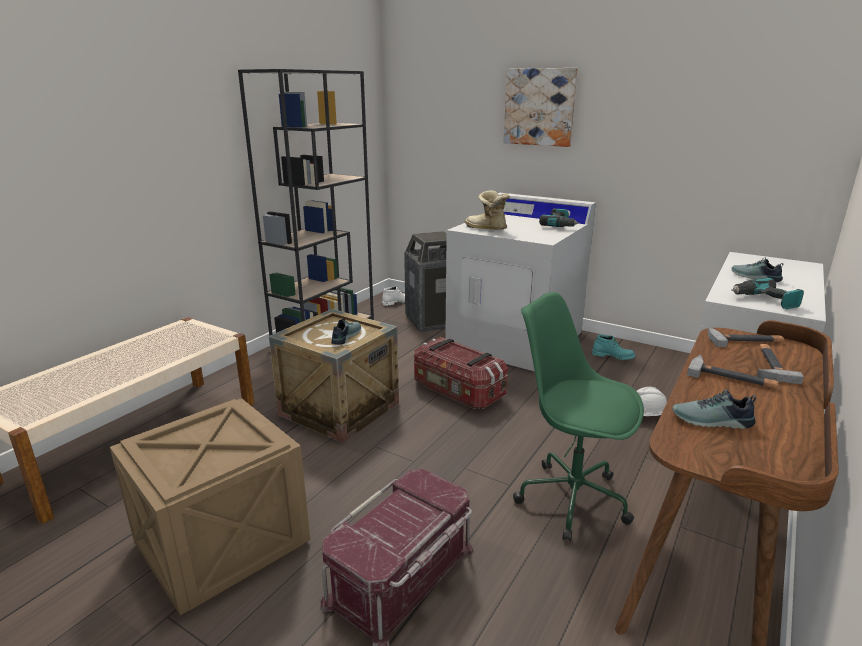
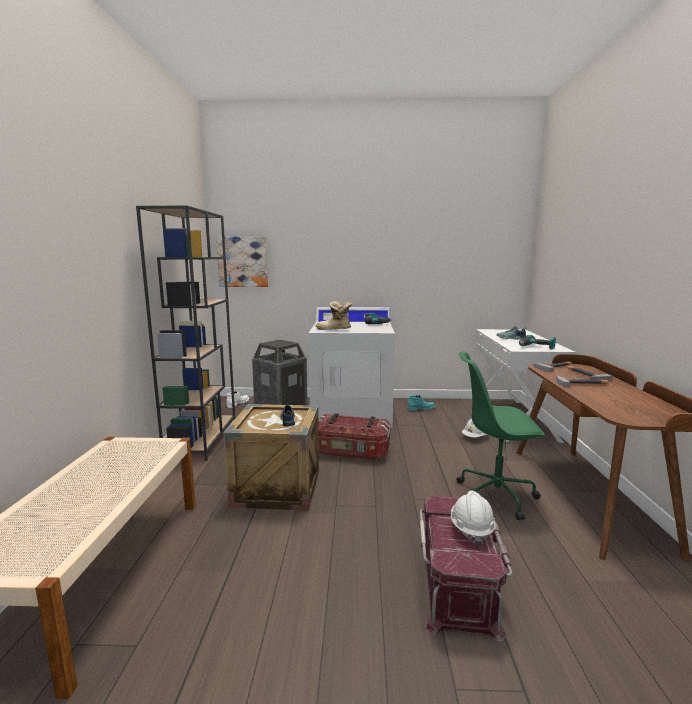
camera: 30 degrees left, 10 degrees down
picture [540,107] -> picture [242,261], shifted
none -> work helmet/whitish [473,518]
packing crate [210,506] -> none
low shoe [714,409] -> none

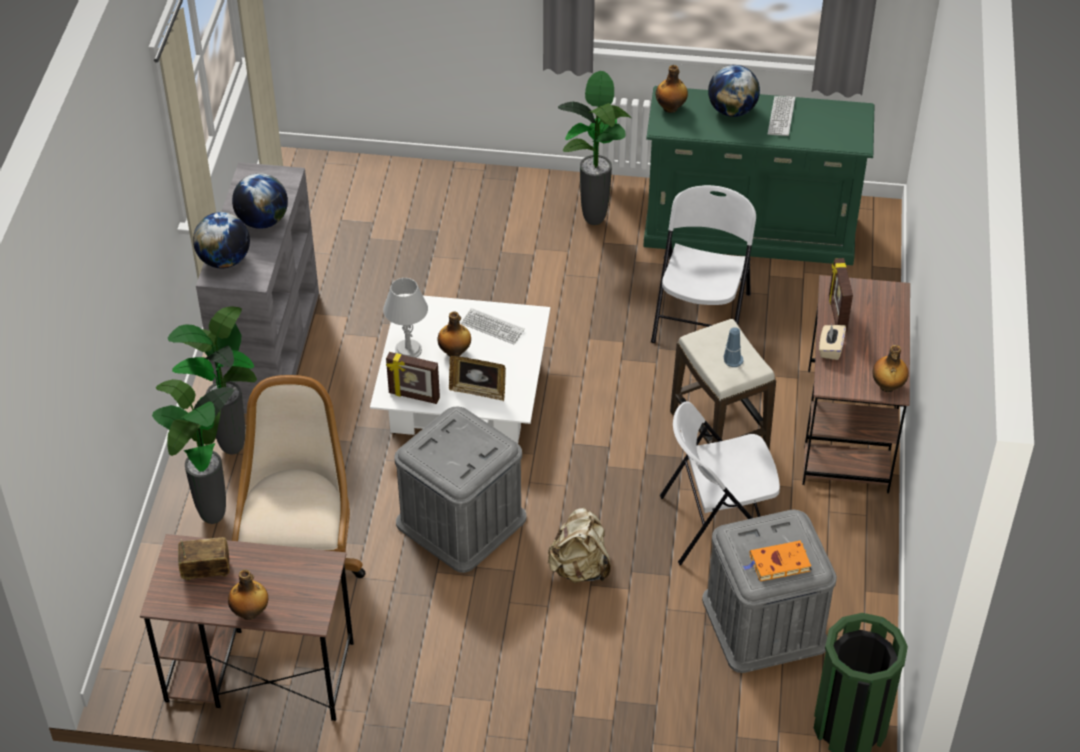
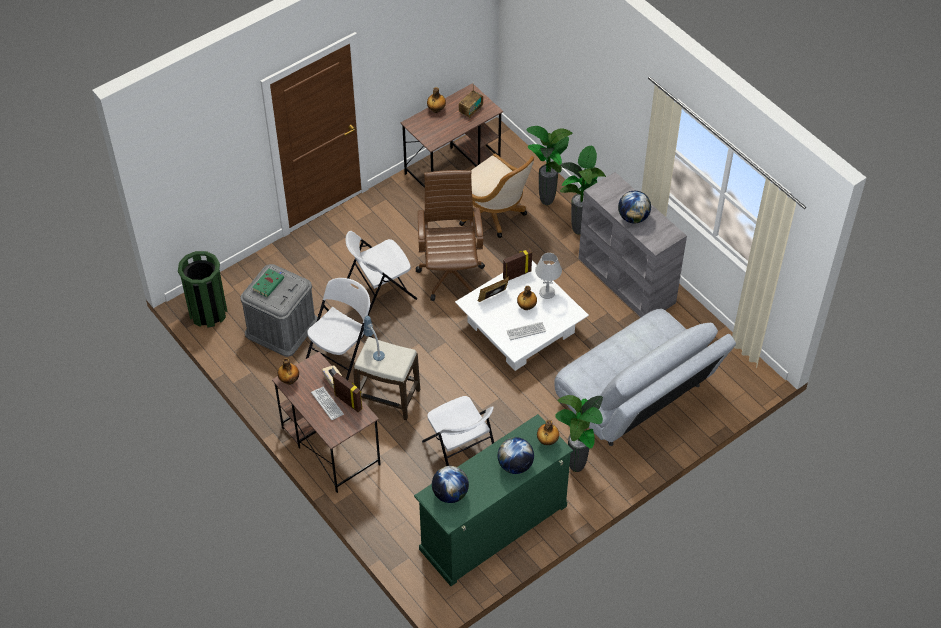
camera: 135 degrees right, 5 degrees up
volume/orange [777,560] -> volume/green [268,283]
computer keyboard [781,116] -> computer keyboard [327,403], shifted
rucksack/sand-coloured [579,545] -> chair/whitish [381,273]
storage box/grey [460,490] -> office chair/brown-coloured [450,235]
desk globe [221,240] -> desk globe [450,484], shifted
none -> settee/grey [645,377]

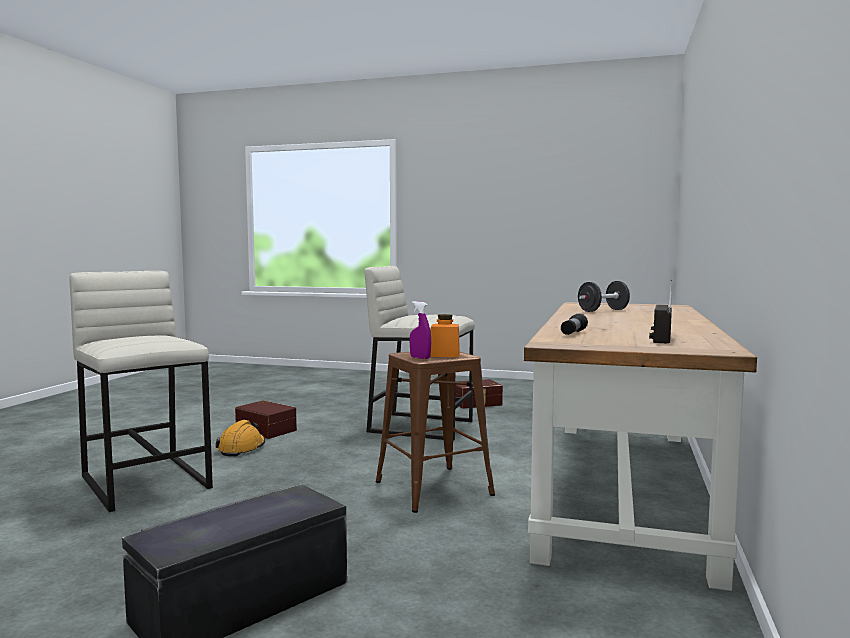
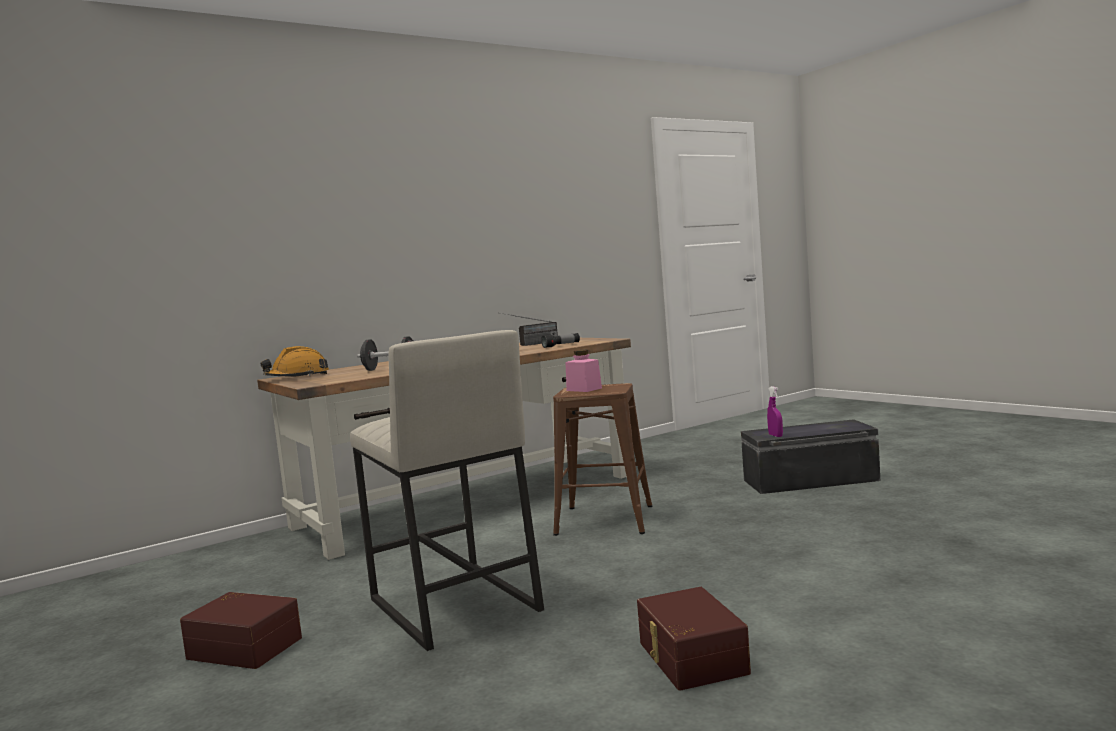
camera: 140 degrees left, 0 degrees up
work helmet/orange [240,438] -> work helmet/orange [294,361], shifted
storage jar/orange [445,335] -> storage jar/pink [583,371]
sprayer/purple-coloured [420,330] -> sprayer/purple-coloured [775,411], shifted
stool seat/sand-coloured [141,391] -> none

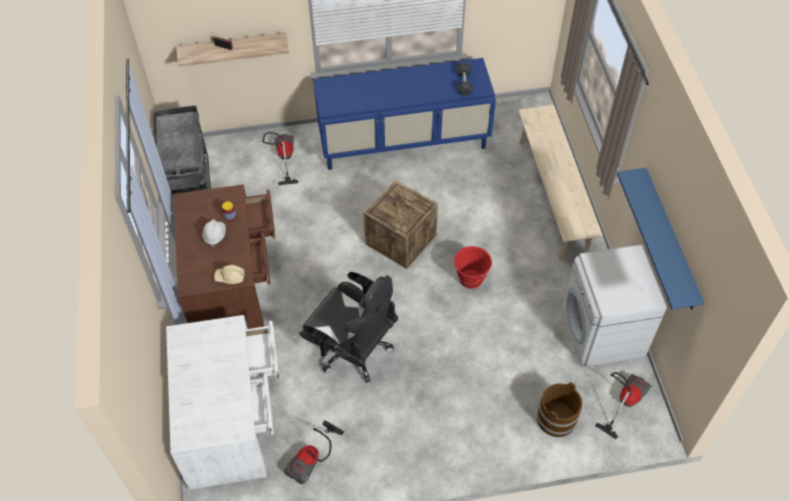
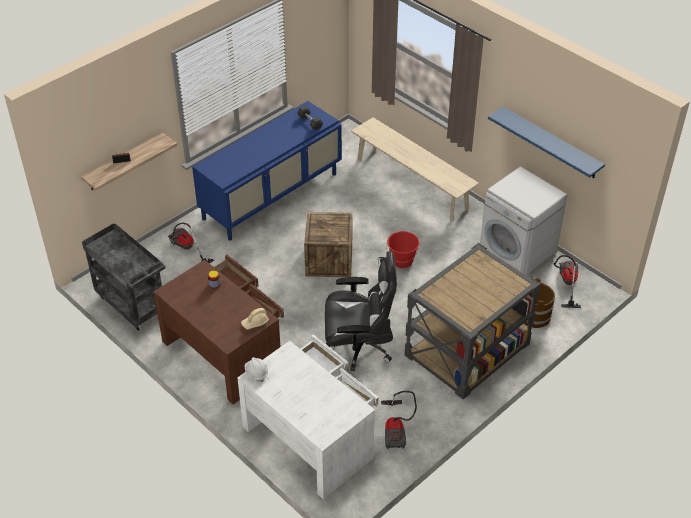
camera: 35 degrees left, 10 degrees down
work helmet/whitish [214,233] -> work helmet/whitish [256,369], shifted
none -> shelving unit [472,321]

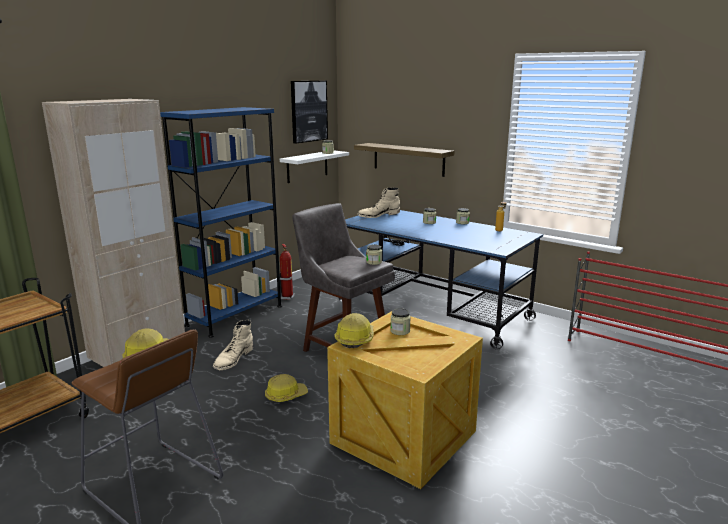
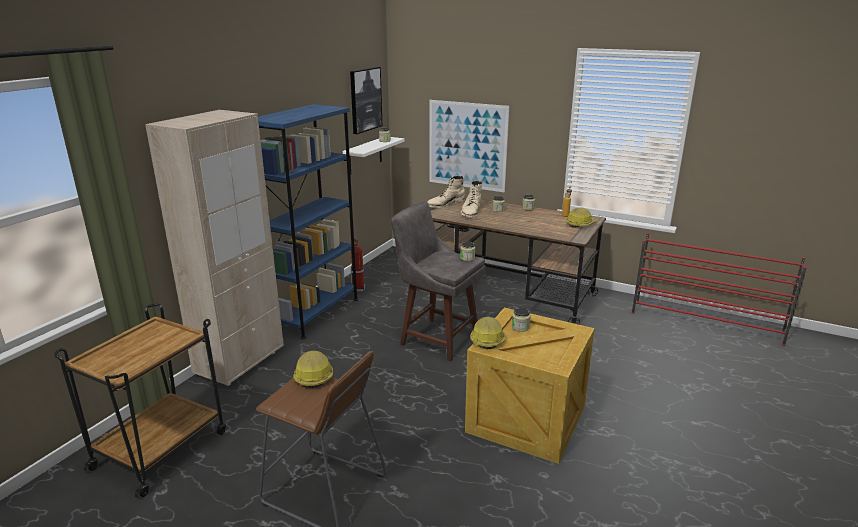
camera: 10 degrees left, 5 degrees up
desk/blue-coloured [441,280] -> desk/brown-coloured [511,261]
shelf [404,160] -> picture [469,146]
high-top boot/sand-coloured [233,345] -> high-top boot/sand-coloured [472,199], shifted
work helmet [286,388] -> work helmet [581,218], shifted

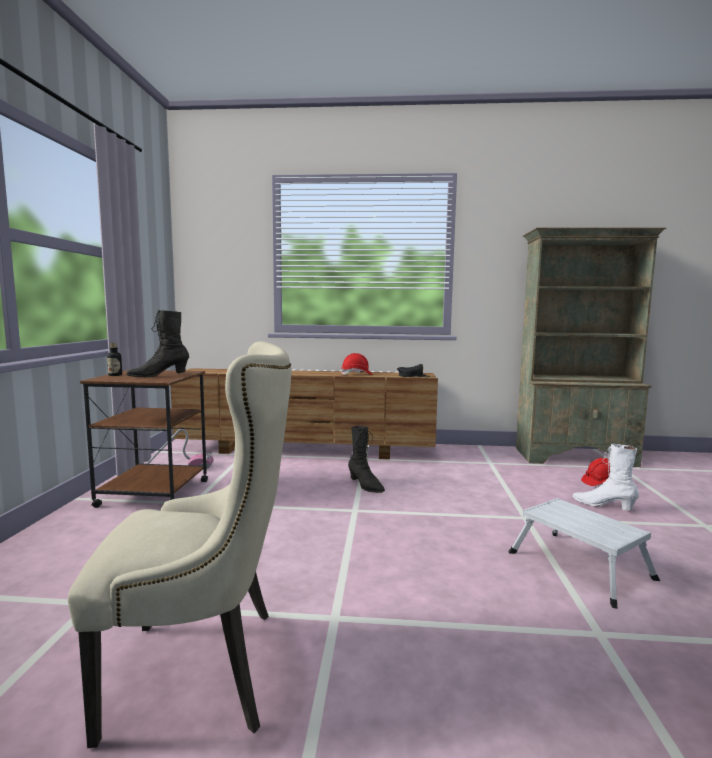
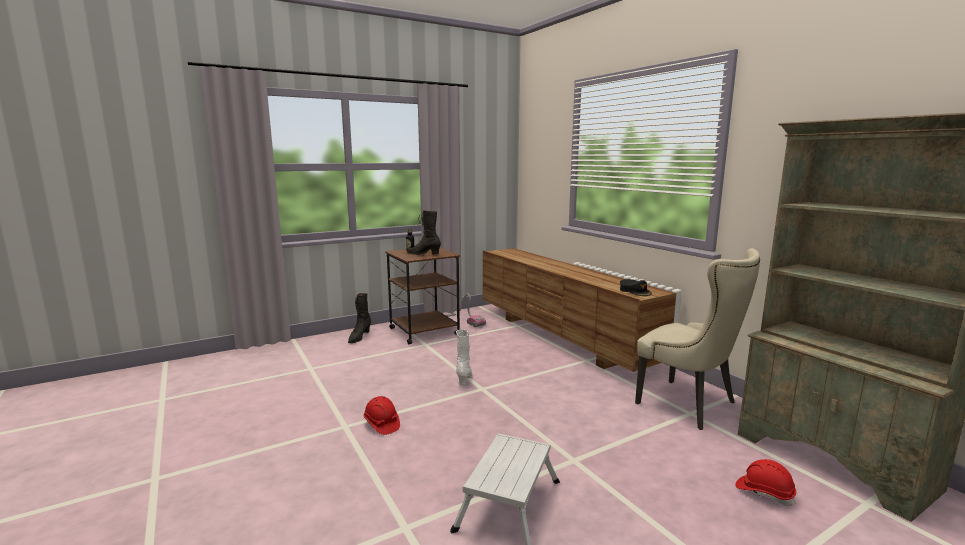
camera: 55 degrees right, 5 degrees up
high-top boot/black [366,459] -> high-top boot/black [359,318], shifted
work helmet/red-coloured [357,364] -> work helmet/red-coloured [381,415], shifted
high-top boot/whitish [605,477] -> high-top boot/whitish [464,357], shifted
chair/sand-coloured [180,545] -> chair/sand-coloured [697,339], shifted

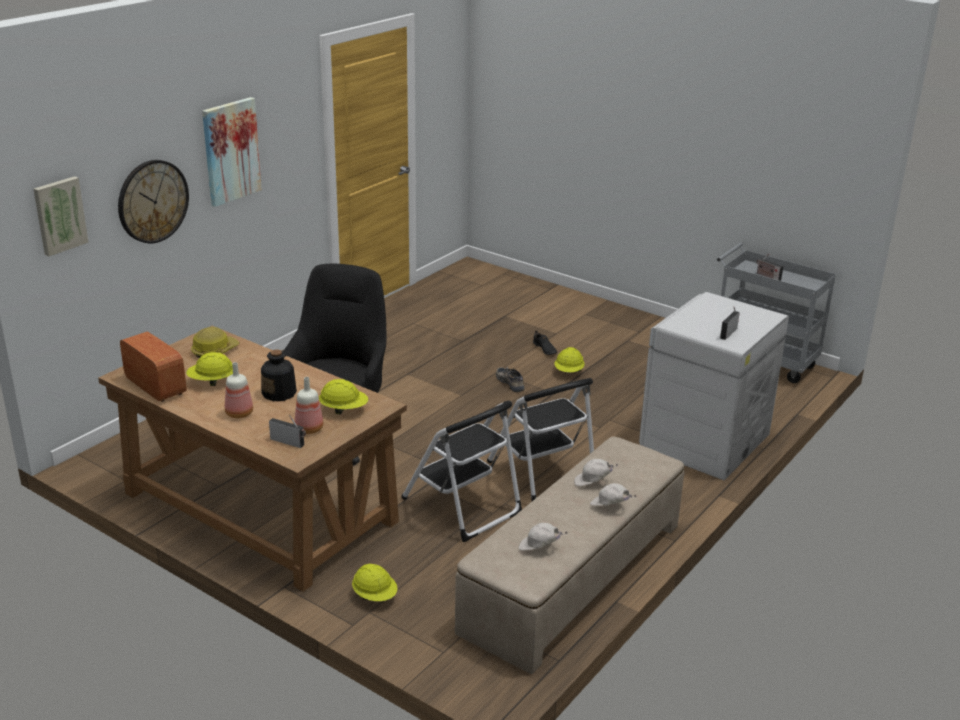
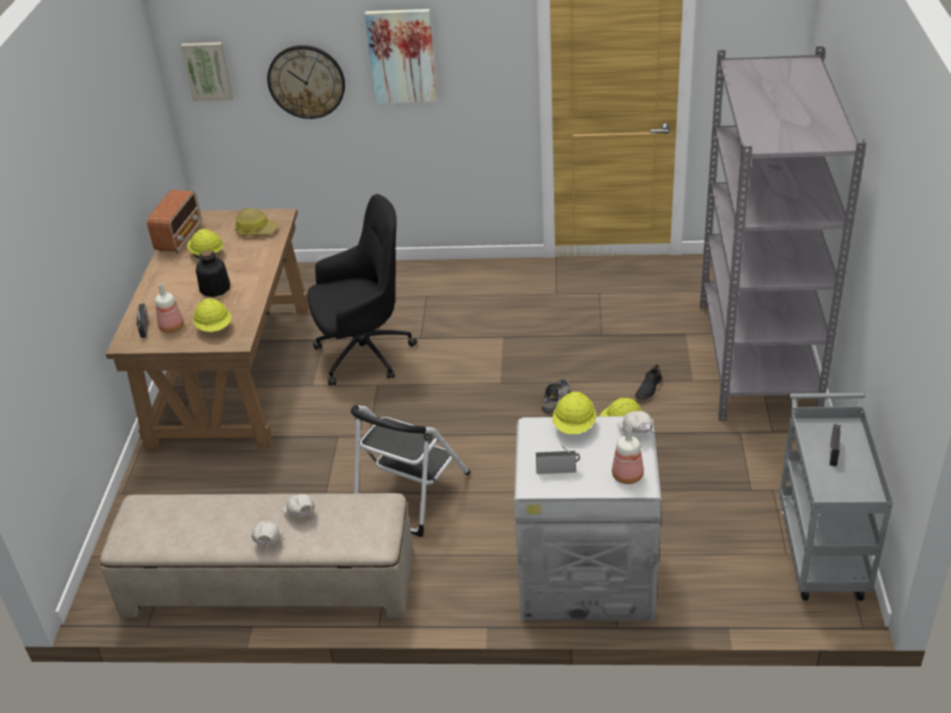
camera: 60 degrees right, 10 degrees up
work helmet/yellow-coloured [375,582] -> work helmet/yellow-coloured [574,413], shifted
beverage bottle [239,390] -> beverage bottle [628,455], shifted
baseball cap/whitish [543,537] -> baseball cap/whitish [635,422], shifted
none -> shelving unit/grey [783,233]
stepladder [461,471] -> none

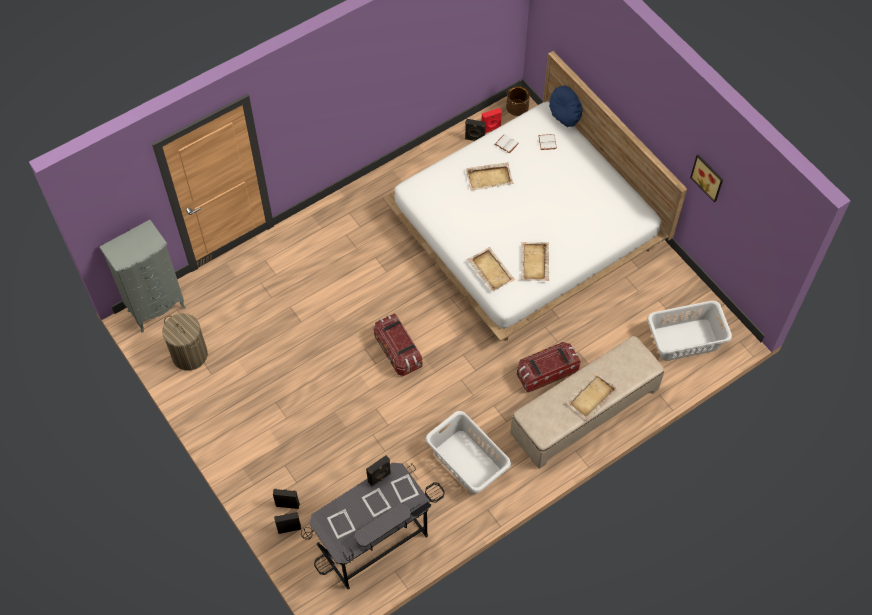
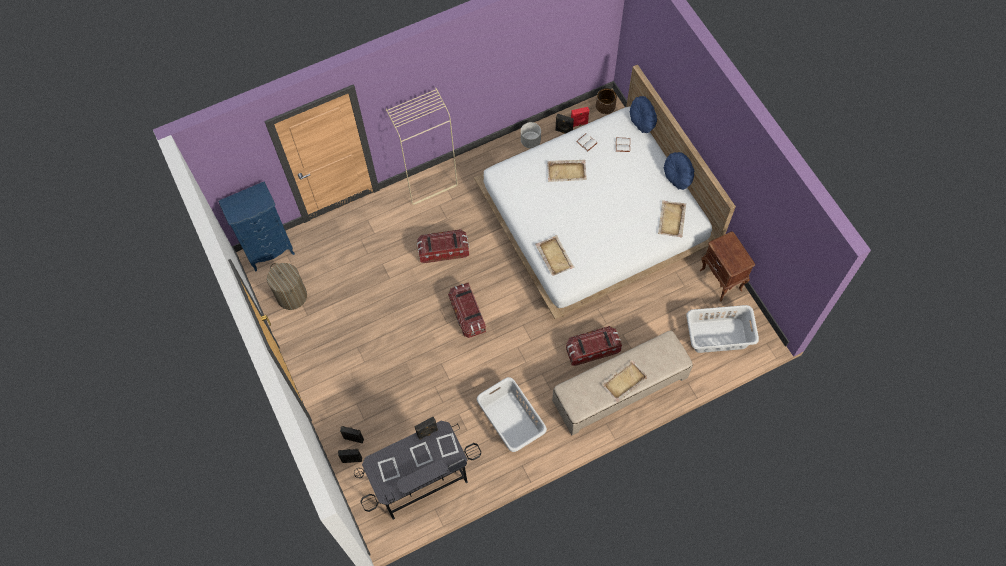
camera: 10 degrees right, 5 degrees up
chest of drawers/grey [143,276] -> chest of drawers/blue-coloured [256,227]
none -> clothes rack/sand-coloured [422,146]
none -> storage box [443,246]
none -> flower pot/grey [531,135]
tray/sand-coloured [535,261] -> tray/sand-coloured [672,218], shifted
none -> pillow/blue-coloured [679,171]
none -> night table/brown-coloured [727,266]
picture [706,179] -> none

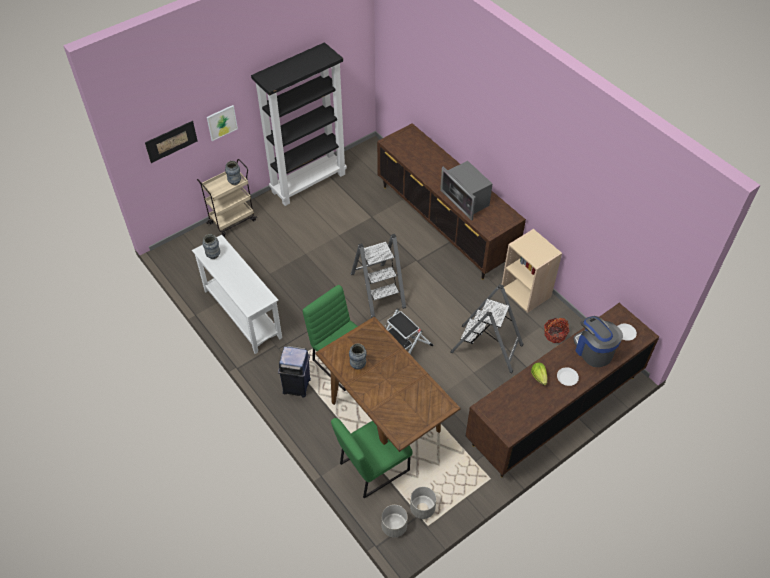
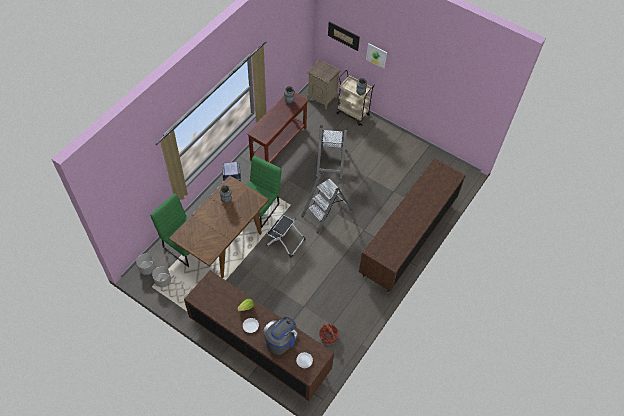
camera: 70 degrees right, 5 degrees up
narrow table/whitish [237,294] -> narrow table/brown-coloured [278,128]
none -> night table/sand-coloured [323,84]
stepladder/grey [486,328] -> stepladder/grey [331,152], shifted
shelving unit/black [299,124] -> none
kitchen microwave [466,191] -> none
shelving unit/sand-coloured [532,271] -> none

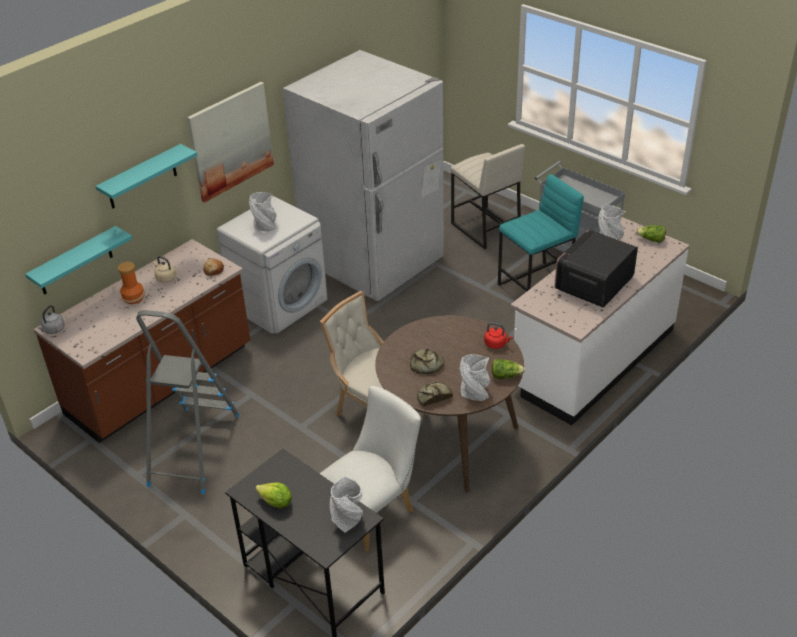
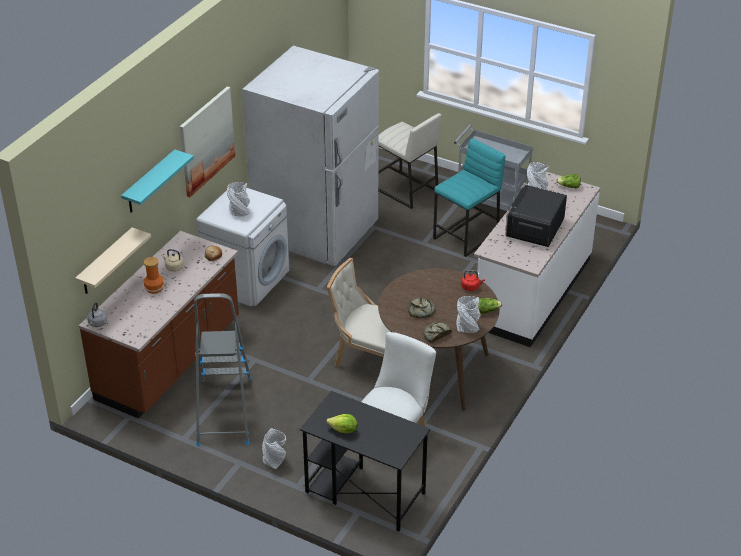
camera: 15 degrees left, 0 degrees up
shelf/turquoise [78,260] -> shelf/sand-coloured [113,260]
flower vase/grey [346,504] -> flower vase/grey [274,448], shifted

